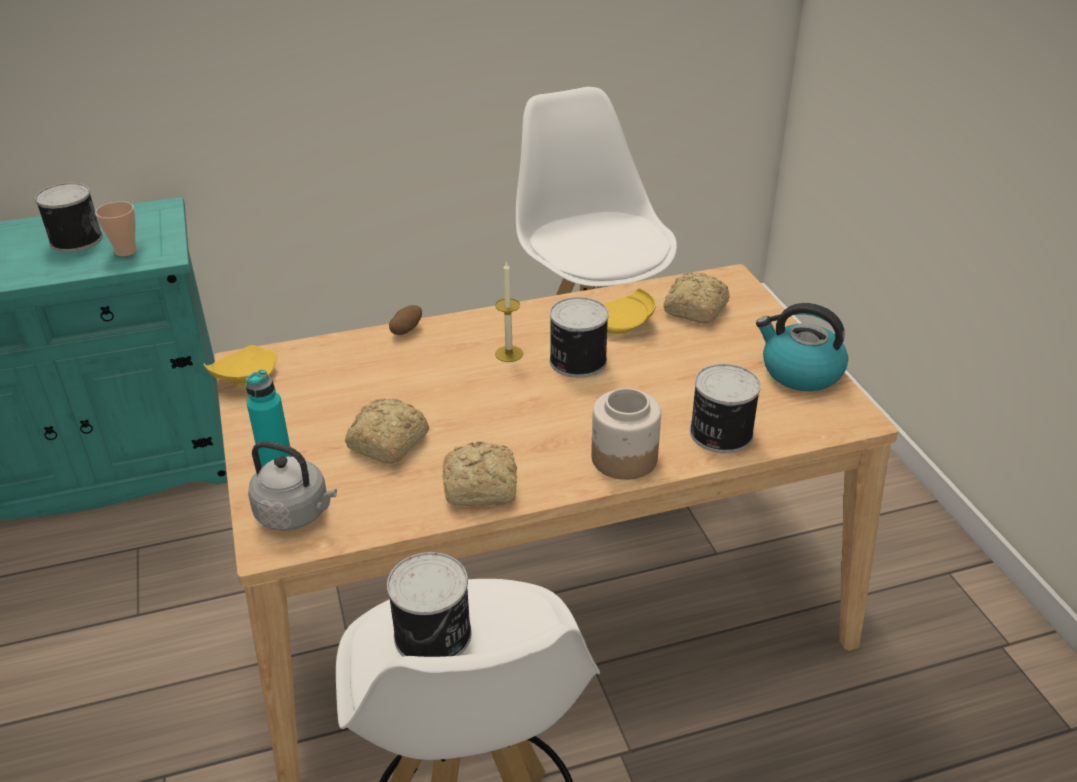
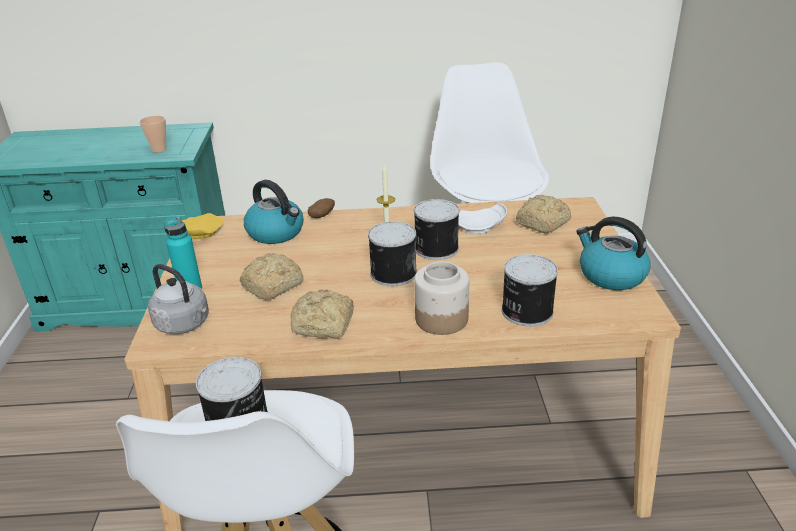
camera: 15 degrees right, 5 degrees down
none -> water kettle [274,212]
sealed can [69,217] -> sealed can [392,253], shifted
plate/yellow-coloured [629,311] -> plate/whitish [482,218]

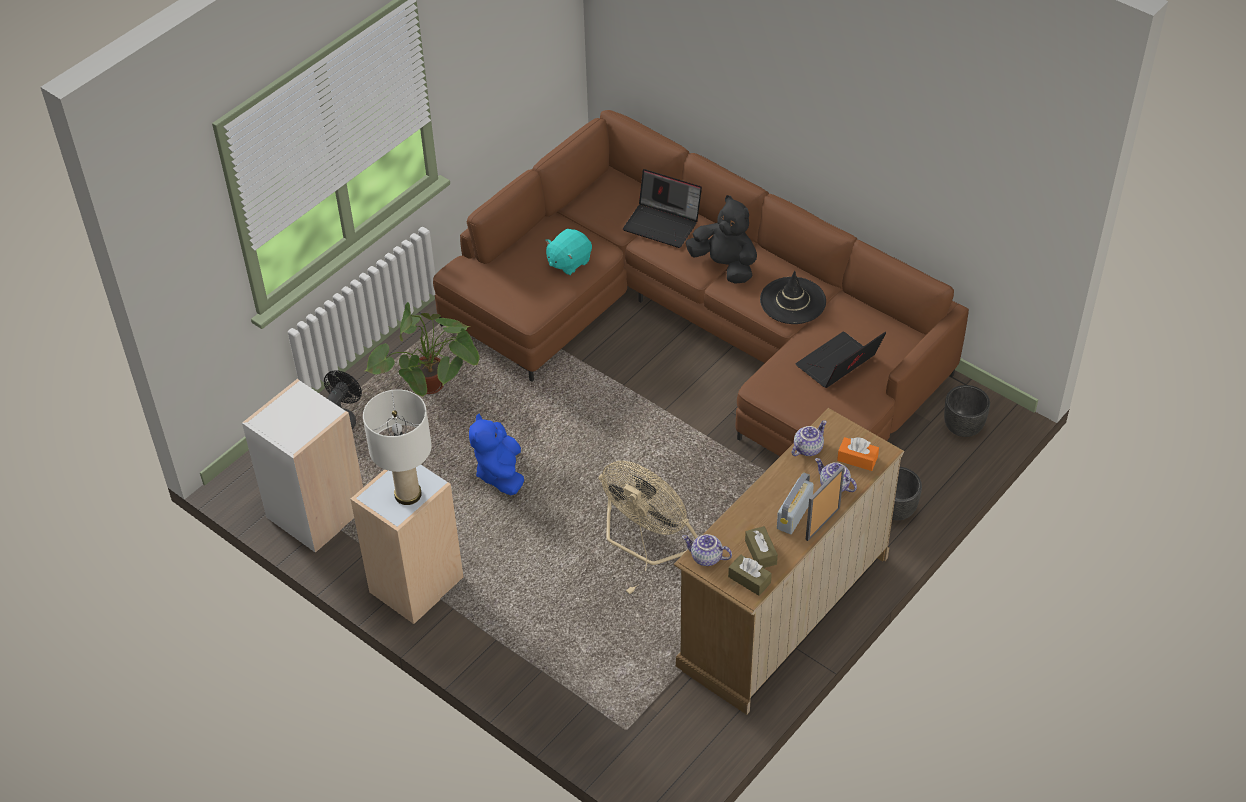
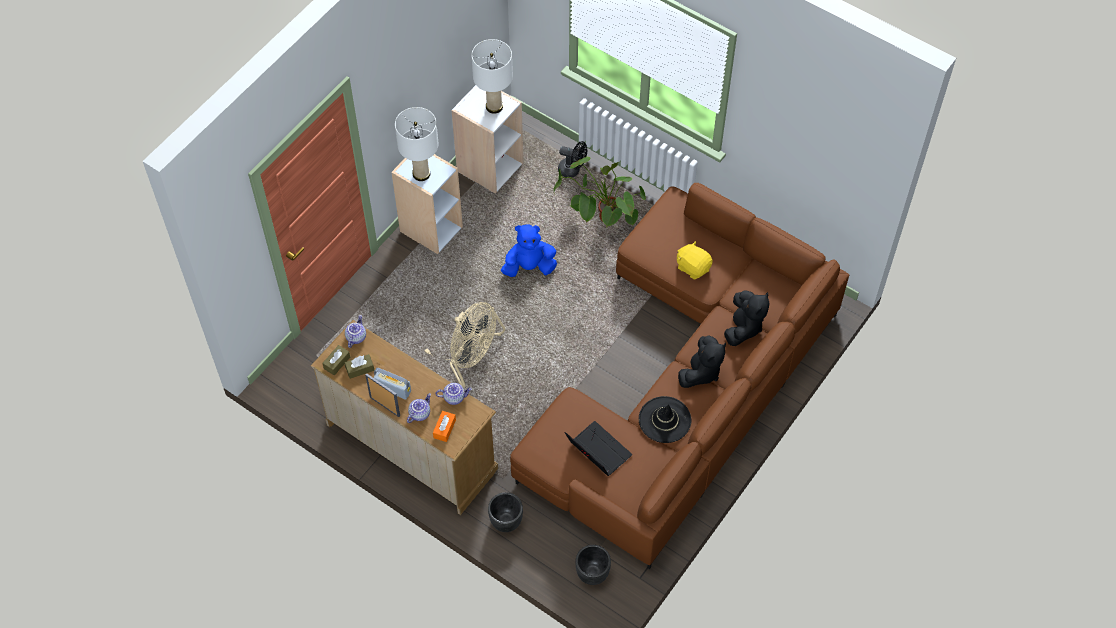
camera: 85 degrees right, 10 degrees up
pot for tea [809,438] -> pot for tea [454,394], 45 degrees counterclockwise
none -> table lamp/whitish [492,76]
plush toy/turquoise [568,252] -> plush toy/yellow-coloured [695,260]
portable computer [662,208] -> plush toy/black [746,318]

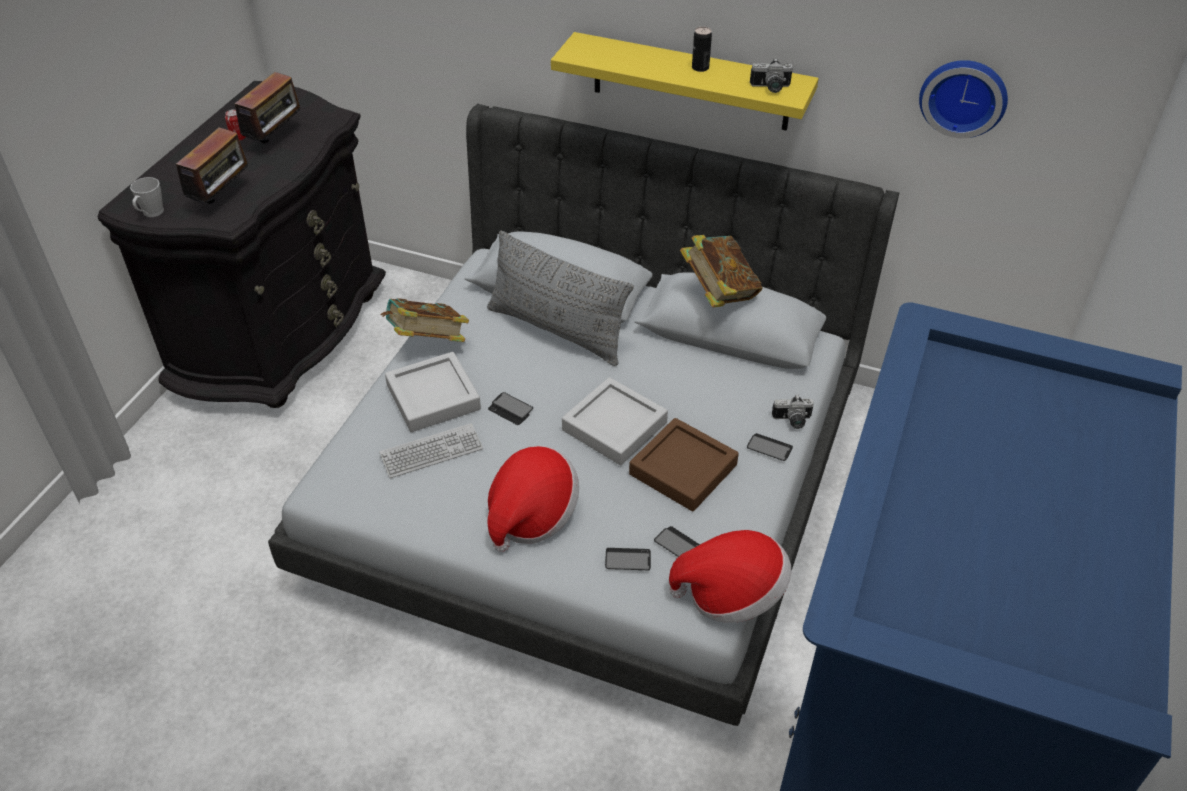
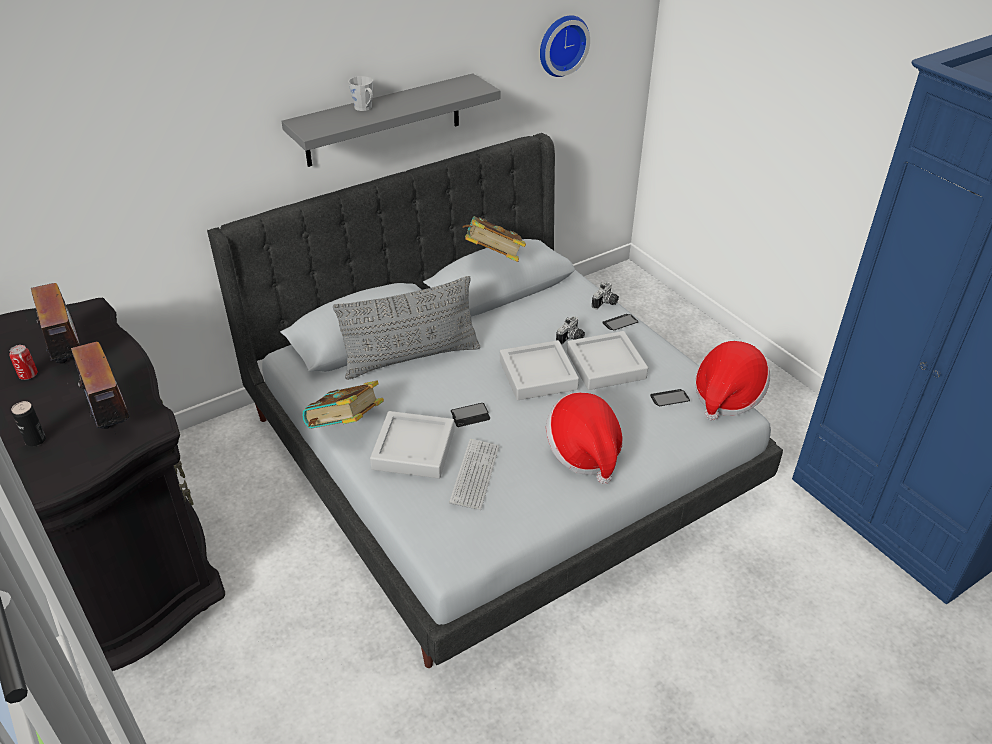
camera: 55 degrees left, 5 degrees down
sealed can [702,49] -> sealed can [28,424], shifted
shelf/yellow-coloured [685,81] -> shelf/grey [390,120]
mug/grey [147,197] -> mug/grey [360,93], shifted
photo camera [771,75] -> photo camera [570,330], shifted
tray/brown-coloured [684,464] -> tray/grey [607,360]
phone [628,559] -> none

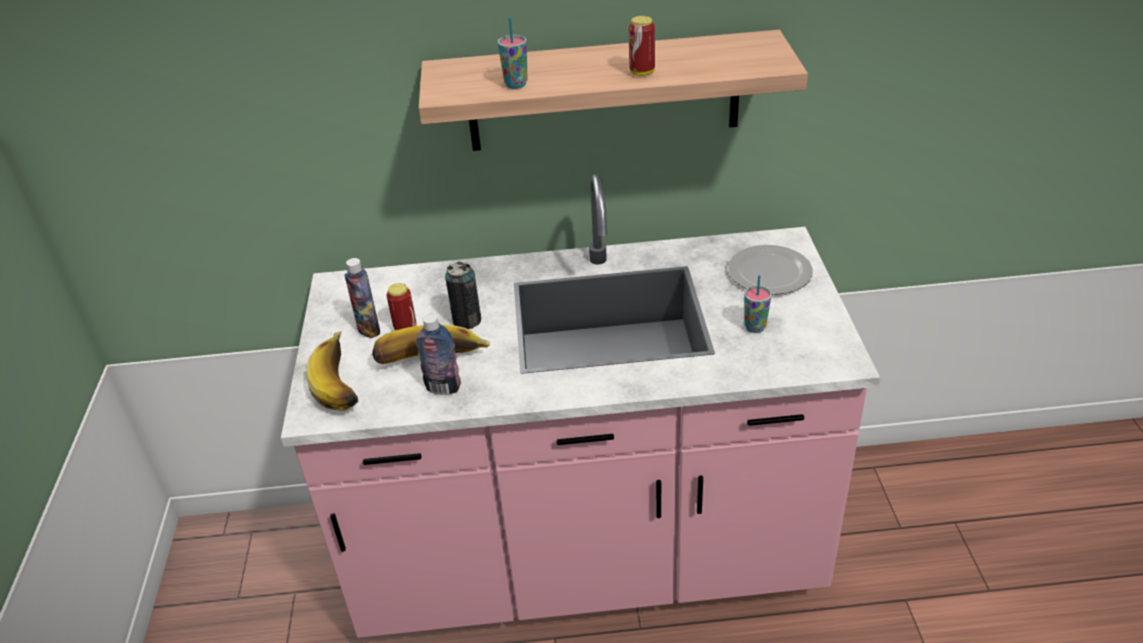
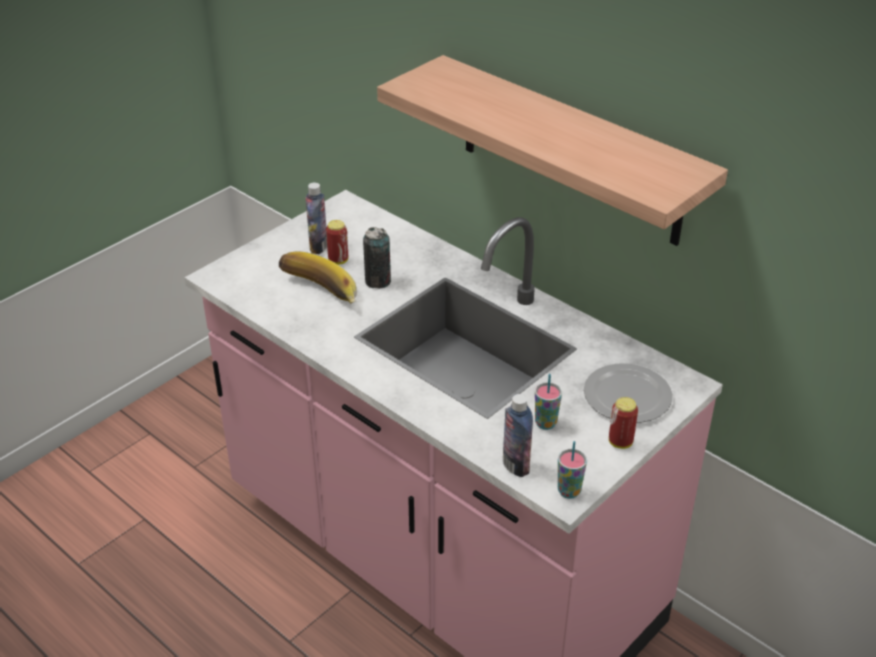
camera: 45 degrees right, 0 degrees up
beverage bottle [438,354] -> beverage bottle [518,435], shifted
drinking cup [512,53] -> drinking cup [572,470], shifted
sealed can [642,46] -> sealed can [623,423], shifted
banana fruit [332,370] -> none

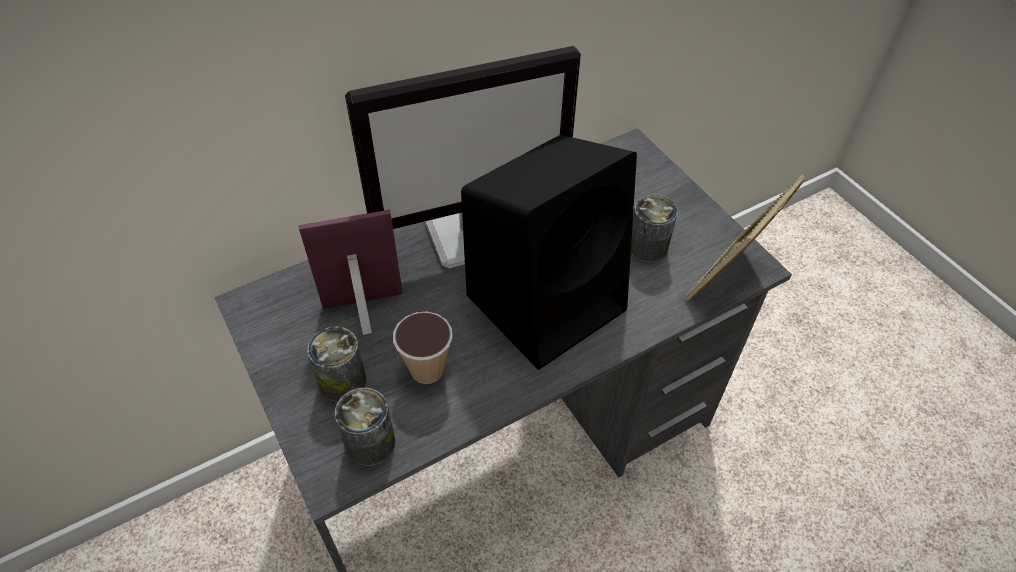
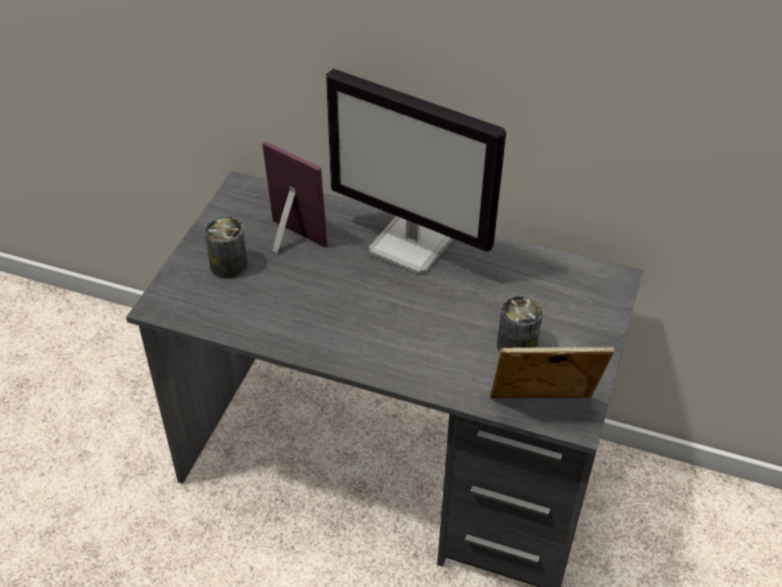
camera: 50 degrees right, 5 degrees down
sealed can [365,427] -> none
drinking cup [422,348] -> none
loudspeaker/black [549,252] -> none

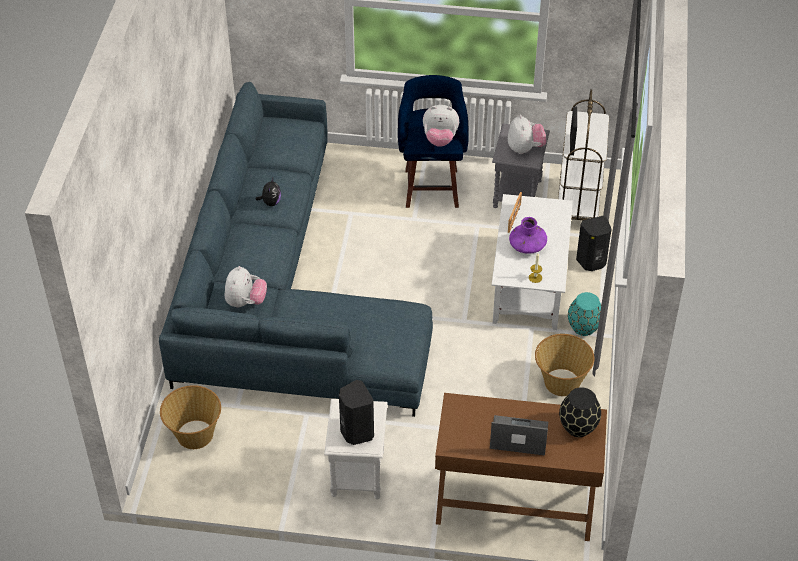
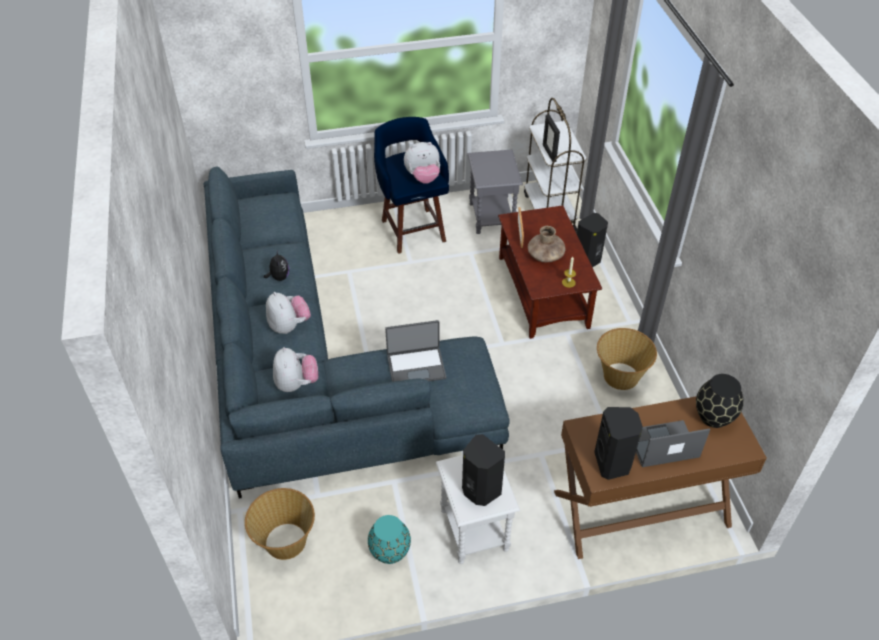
camera: 20 degrees left, 0 degrees up
plush toy [527,134] -> plush toy [288,313], shifted
flower vase/turquoise [584,314] -> flower vase/turquoise [389,539], shifted
none -> portable computer [415,351]
coffee table/whitish [532,262] -> coffee table/brown-coloured [550,272]
flower vase/purple-coloured [528,235] -> flower vase/brown-coloured [546,244]
none -> loudspeaker/black [618,443]

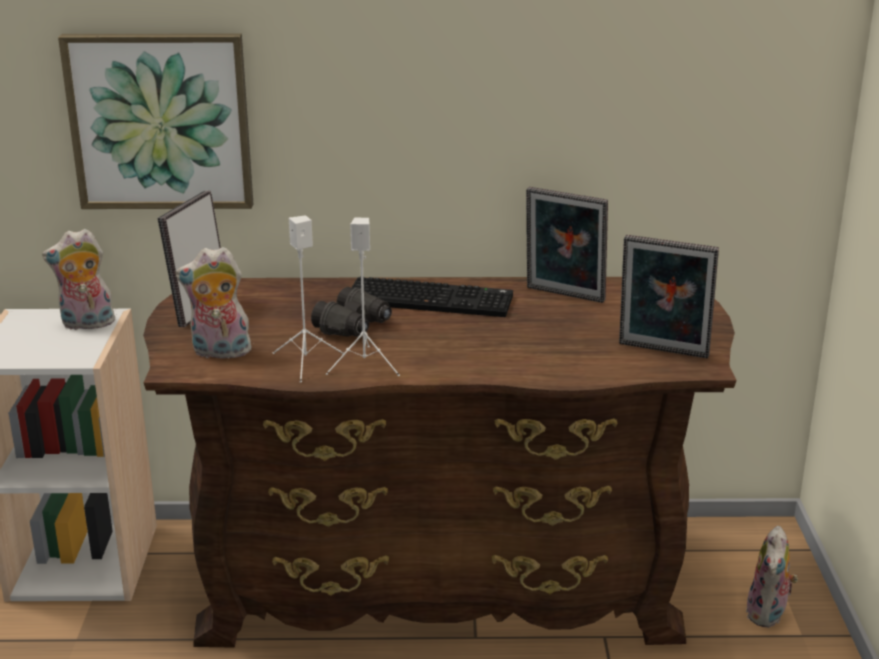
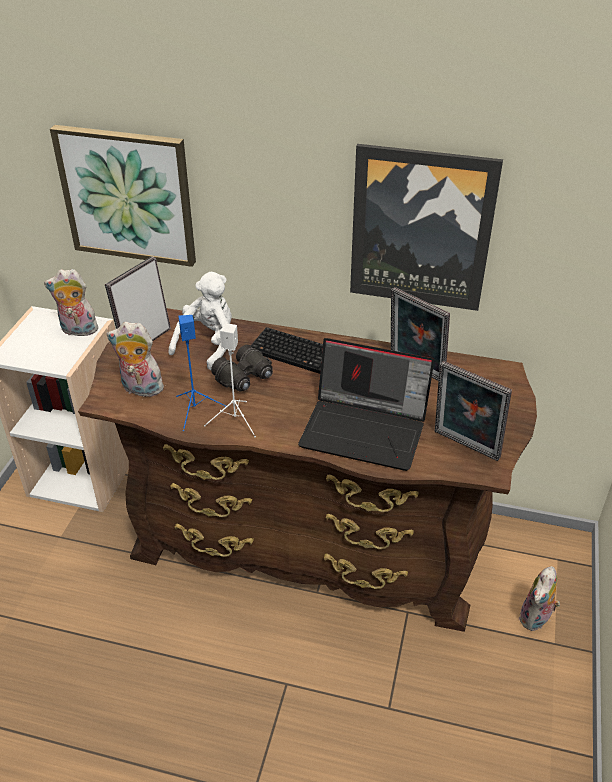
camera: 15 degrees right, 15 degrees up
none -> plush toy/whitish [200,321]
loudspeaker/whitish [308,299] -> loudspeaker/blue-coloured [201,373]
none -> portable computer [366,404]
none -> picture [426,227]

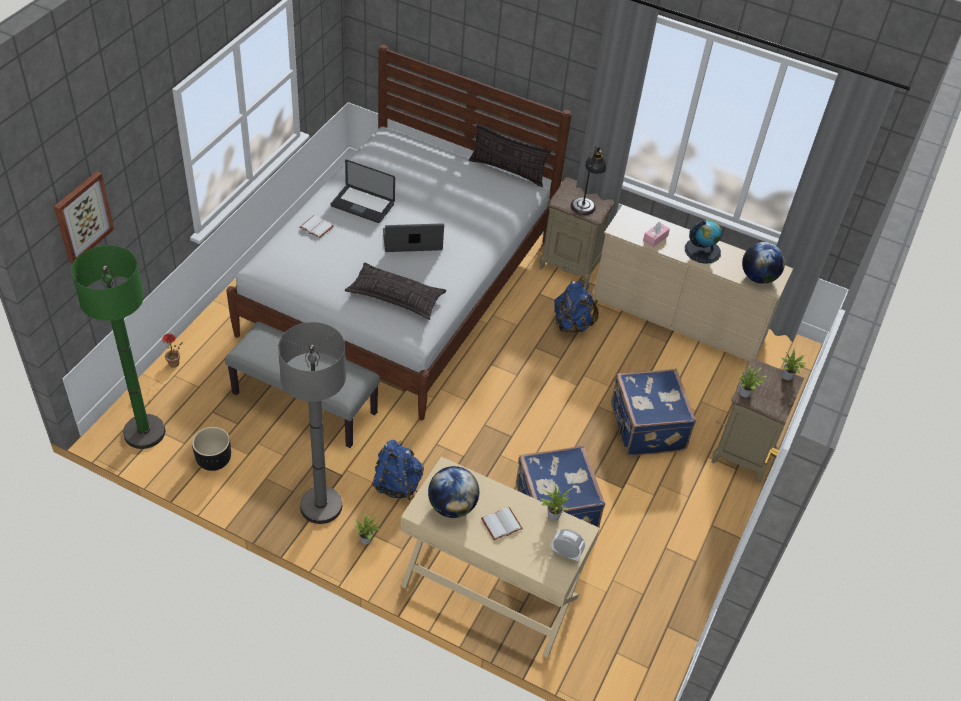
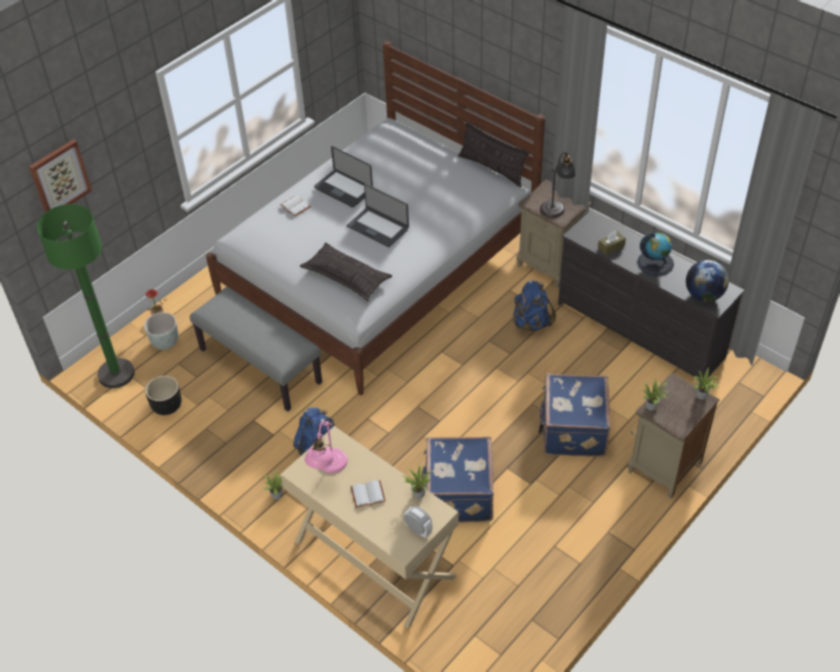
camera: 20 degrees right, 0 degrees up
none -> flower pot/grey [161,331]
desk globe [453,492] -> table lamp/pink [326,447]
portable computer [413,237] -> portable computer [378,215], 150 degrees counterclockwise
chest of drawers/sand-coloured [693,283] -> chest of drawers/black [651,296]
tissue holder/pink [656,234] -> tissue holder/brown-coloured [612,243]
standing lamp/grey [312,423] -> none

